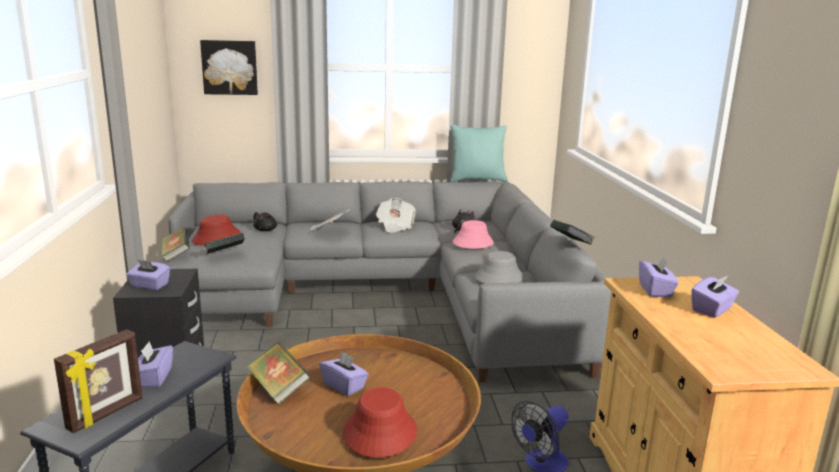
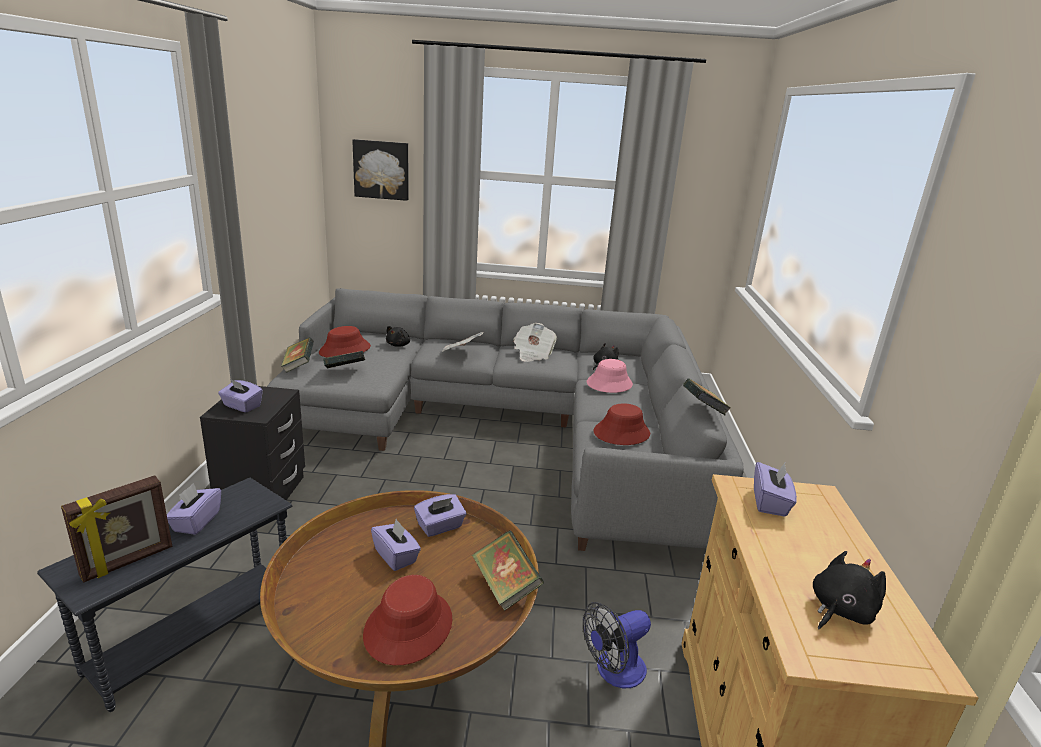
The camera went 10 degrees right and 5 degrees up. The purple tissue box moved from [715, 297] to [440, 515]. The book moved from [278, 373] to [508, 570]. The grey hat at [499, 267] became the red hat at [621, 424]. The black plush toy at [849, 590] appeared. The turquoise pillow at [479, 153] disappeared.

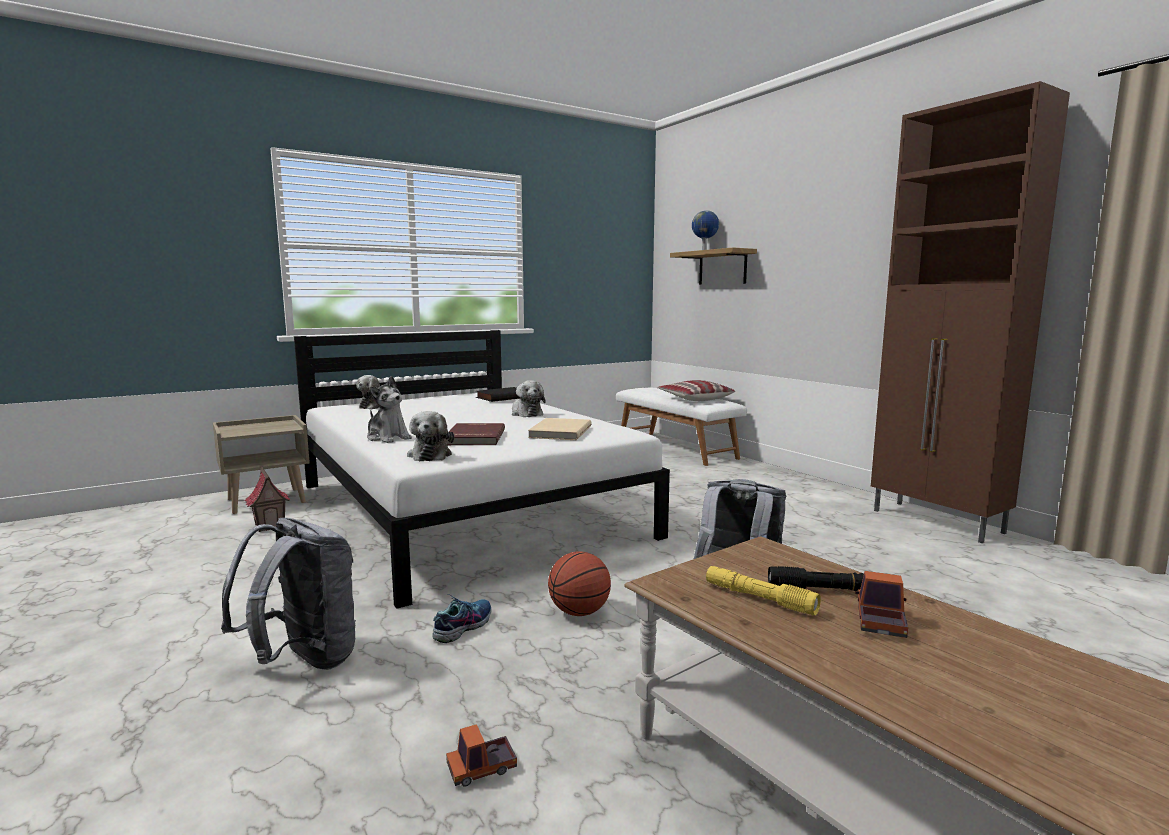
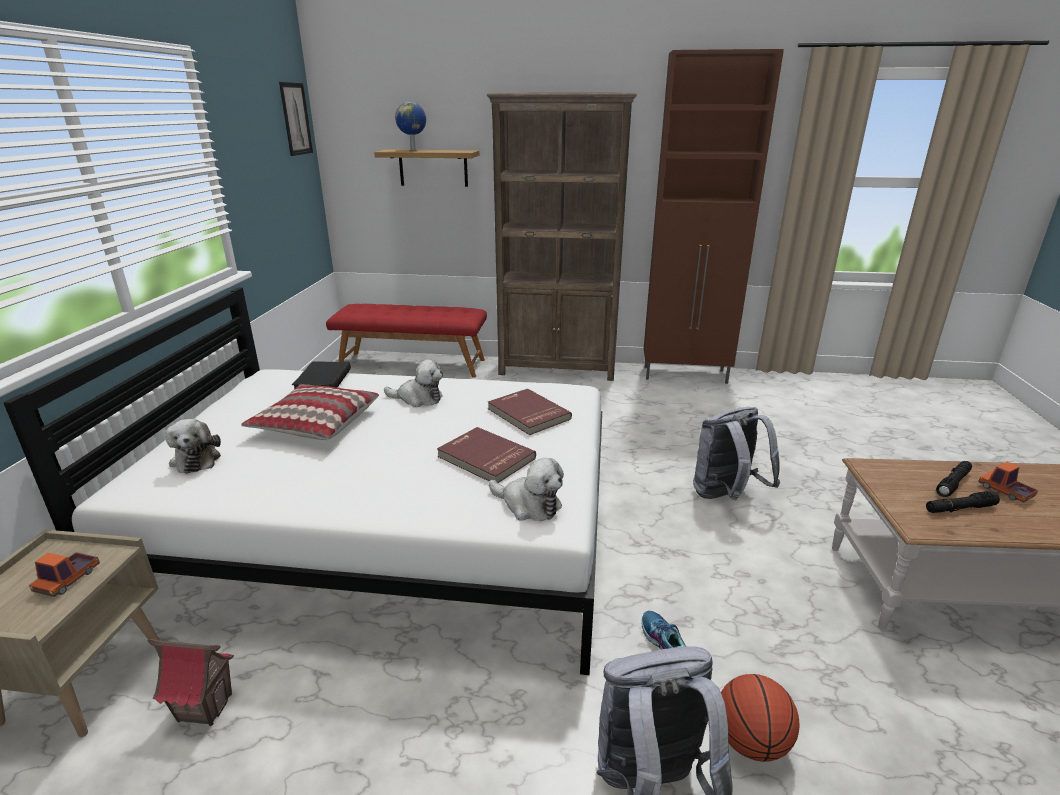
The camera went 50 degrees left and 15 degrees up. The toy truck moved from [481, 755] to [64, 574]. The pillow moved from [696, 390] to [310, 412]. The picture at [296, 119] appeared. The white bench at [681, 427] became the red bench at [406, 341]. The brown bookcase at [562, 236] appeared. The beige book at [560, 429] became the red book at [530, 412]. The basketball moved from [579, 583] to [760, 718]. The yellow flashlight at [763, 590] became the black flashlight at [963, 502]. The plush toy at [389, 409] disappeared.

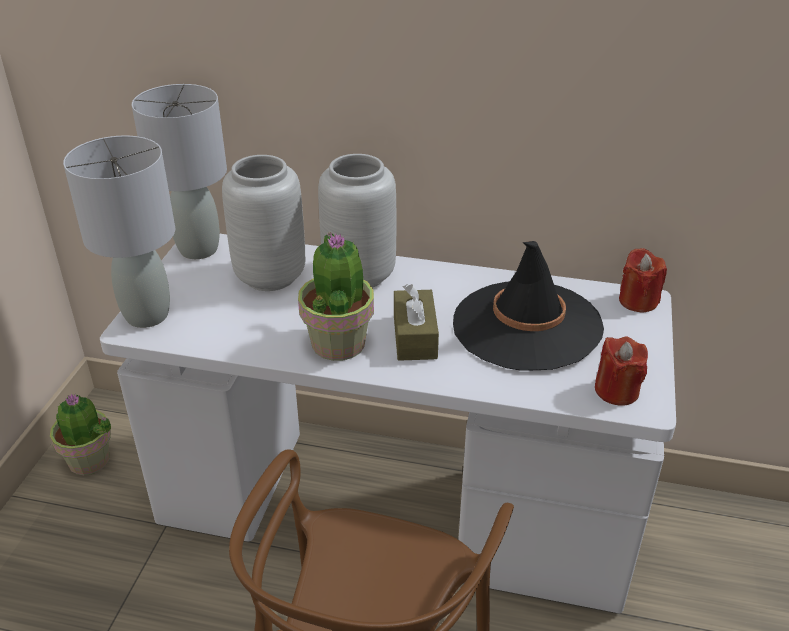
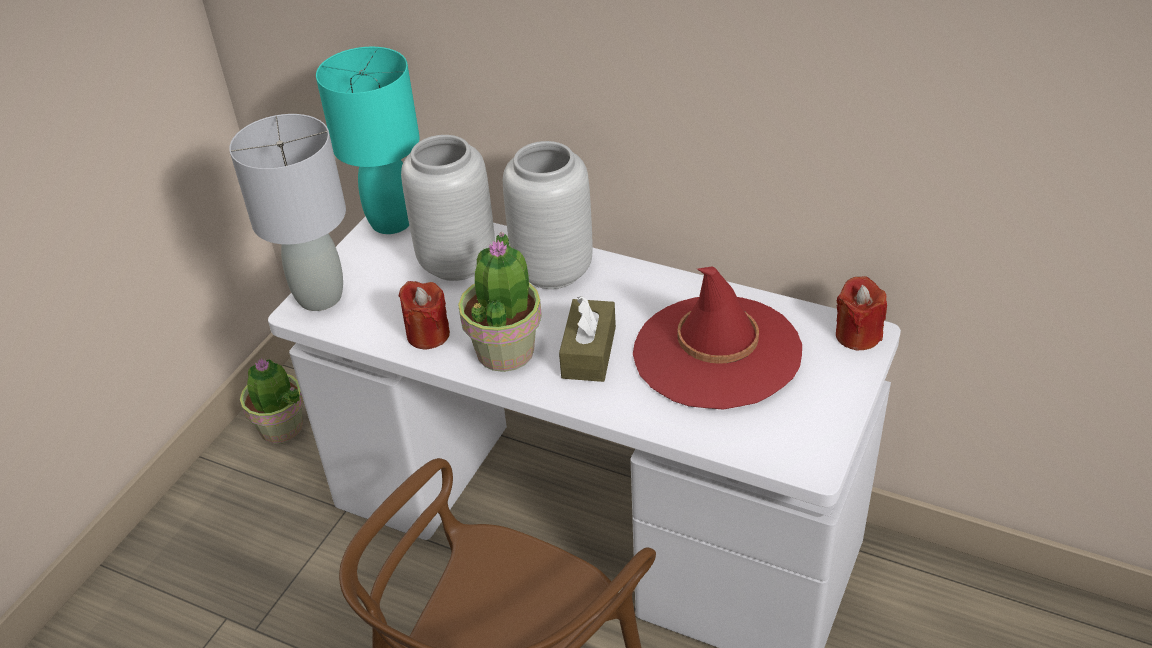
The camera went 15 degrees right and 5 degrees up. The grey table lamp at [179, 171] became the turquoise table lamp at [368, 140]. The red candle moved from [621, 371] to [424, 315]. The black hat at [528, 306] became the red hat at [717, 338].

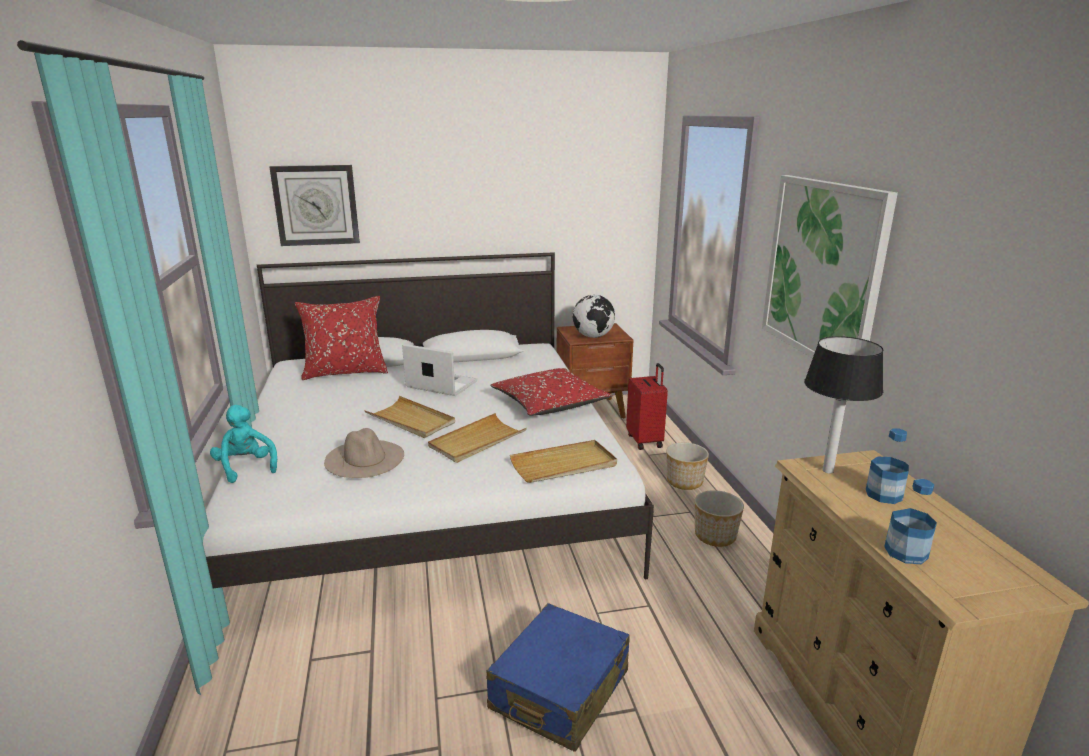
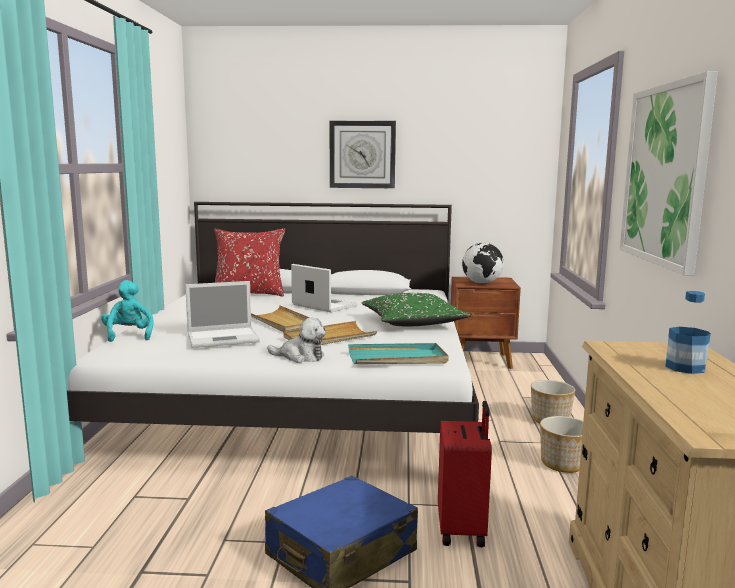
The camera went 15 degrees right and 10 degrees down. The beige hat at [364, 453] was replaced by the laptop at [222, 314]. The plush toy at [296, 340] appeared. The wall clock moved from [314, 205] to [363, 154]. The beige tray at [563, 461] became the turquoise tray at [398, 353]. The red pillow at [551, 392] became the green pillow at [416, 309]. The red suitcase moved from [647, 406] to [465, 474]. The table lamp at [843, 404] disappeared. The bottle at [910, 521] disappeared.

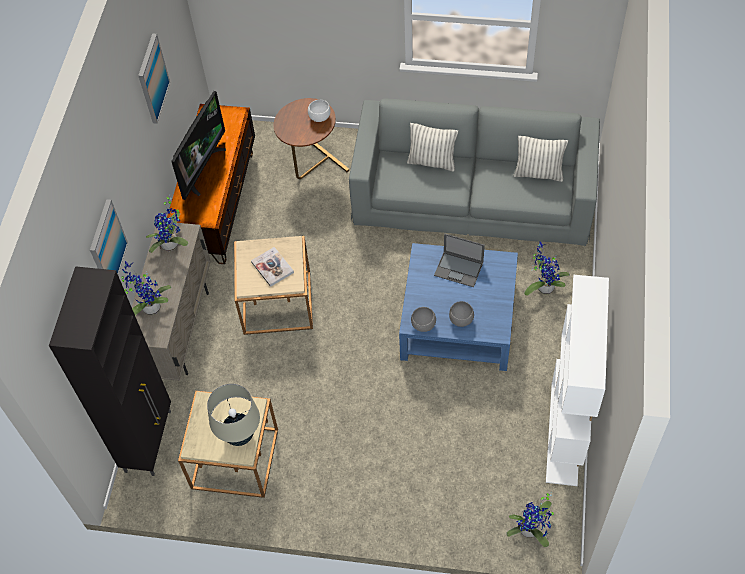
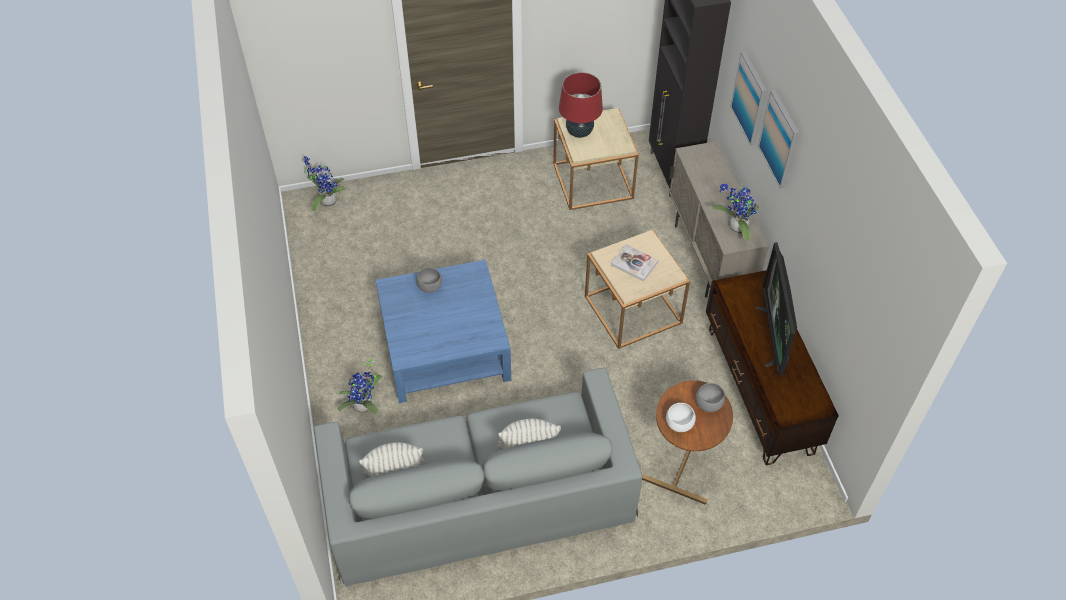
The camera went 155 degrees right and 5 degrees down. The beige table lamp at [233, 415] became the red table lamp at [581, 105]. The grey bowl moved from [423, 319] to [710, 397]. The picture moved from [154, 78] to [778, 139]. The potted plant at [146, 288] disappeared. The laptop at [459, 260] disappeared. The white bookcase at [577, 380] disappeared.

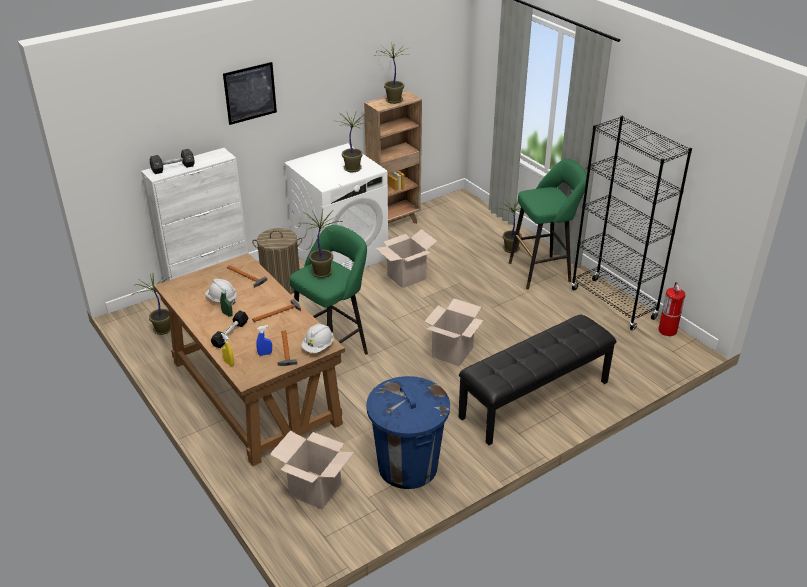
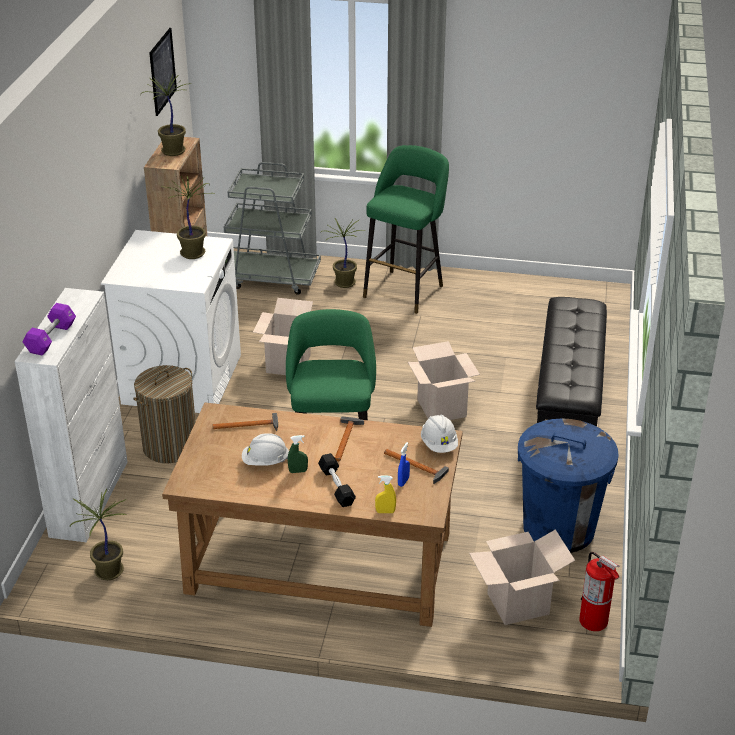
The camera went 45 degrees left and 0 degrees up. The black dumbbell at [172, 161] became the purple dumbbell at [49, 329]. The picture moved from [250, 93] to [163, 72]. The grey cart at [272, 228] appeared. The fire extinguisher moved from [671, 309] to [599, 591]. The potted plant at [322, 244] disappeared. The black bookcase at [631, 223] disappeared.

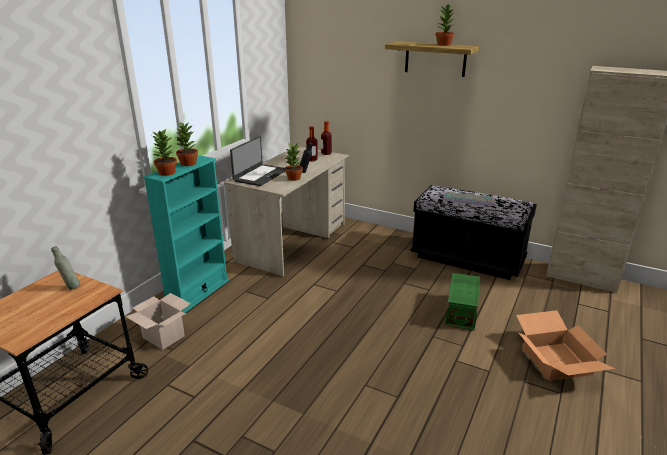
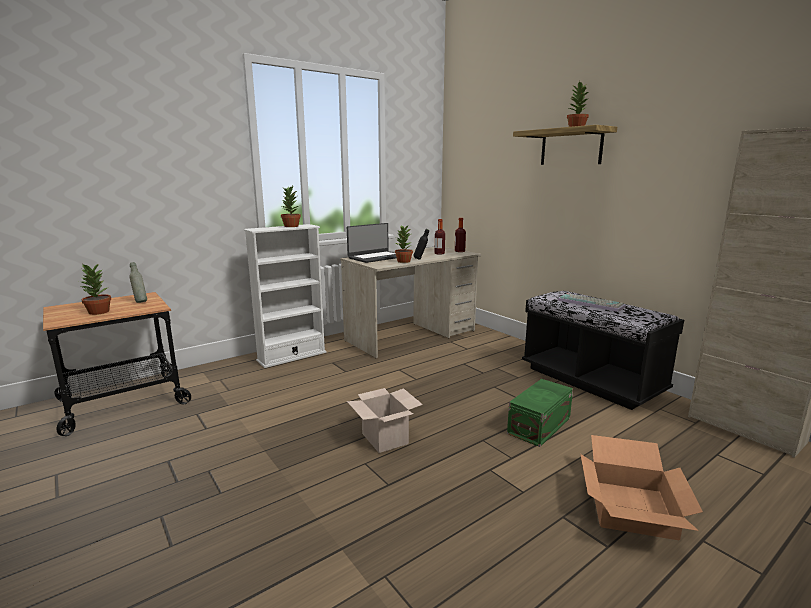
The camera went 25 degrees right and 10 degrees down. The potted plant moved from [164, 152] to [96, 289]. The turquoise bookcase at [186, 234] became the white bookcase at [285, 296]. The cardboard box moved from [158, 321] to [385, 420].

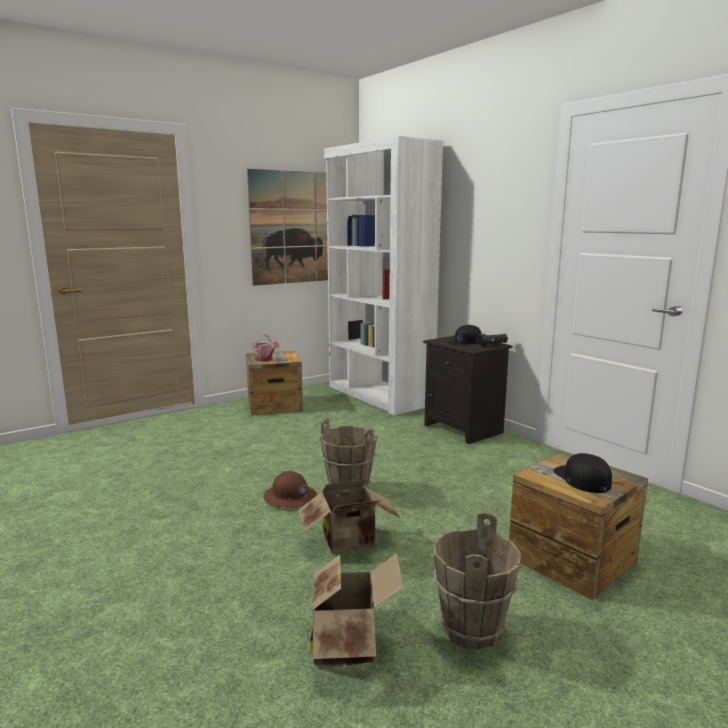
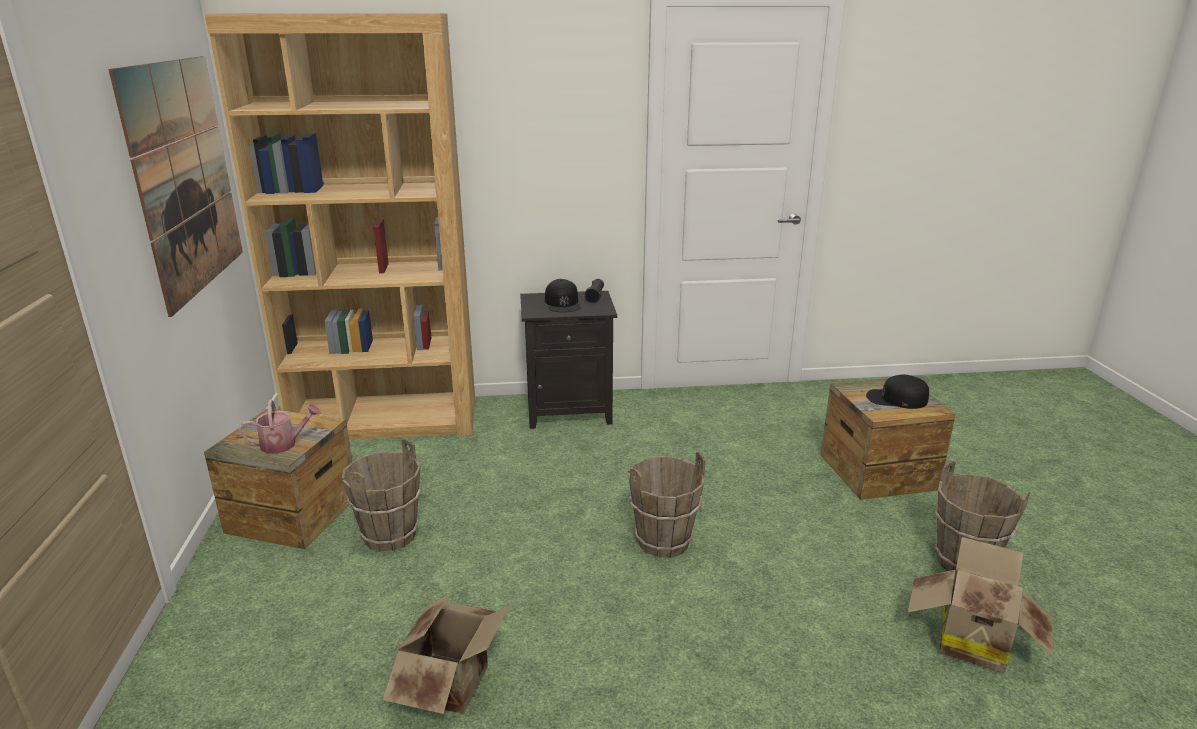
The camera went 60 degrees left and 10 degrees up. The white bookcase at [383, 275] became the brown bookcase at [339, 226]. The brown bucket at [382, 495] appeared. The cardboard box moved from [349, 516] to [447, 653]. The brown hard hat at [290, 489] disappeared.

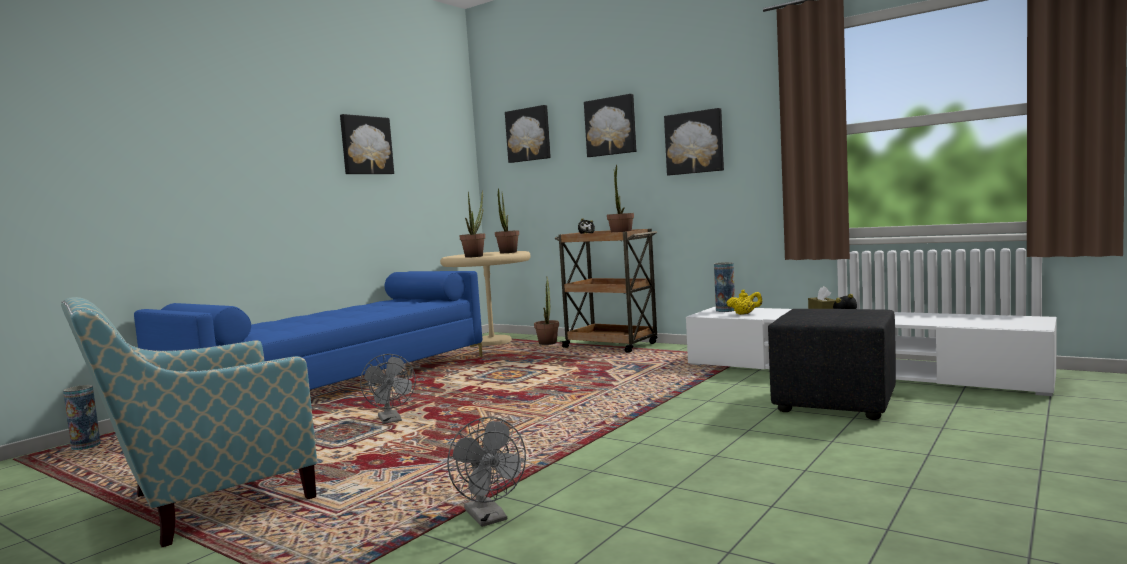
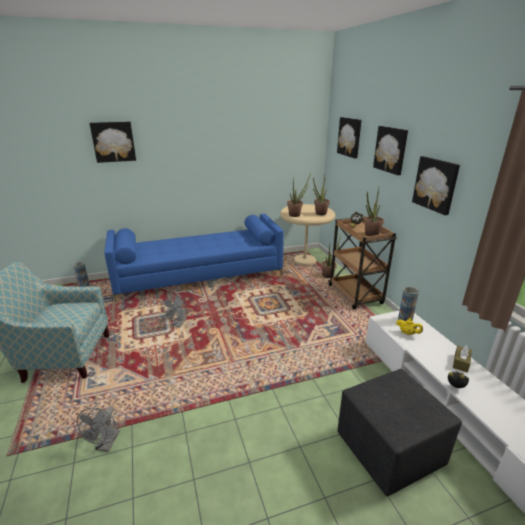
The camera went 35 degrees right and 20 degrees up. The picture moved from [367, 144] to [112, 142].

